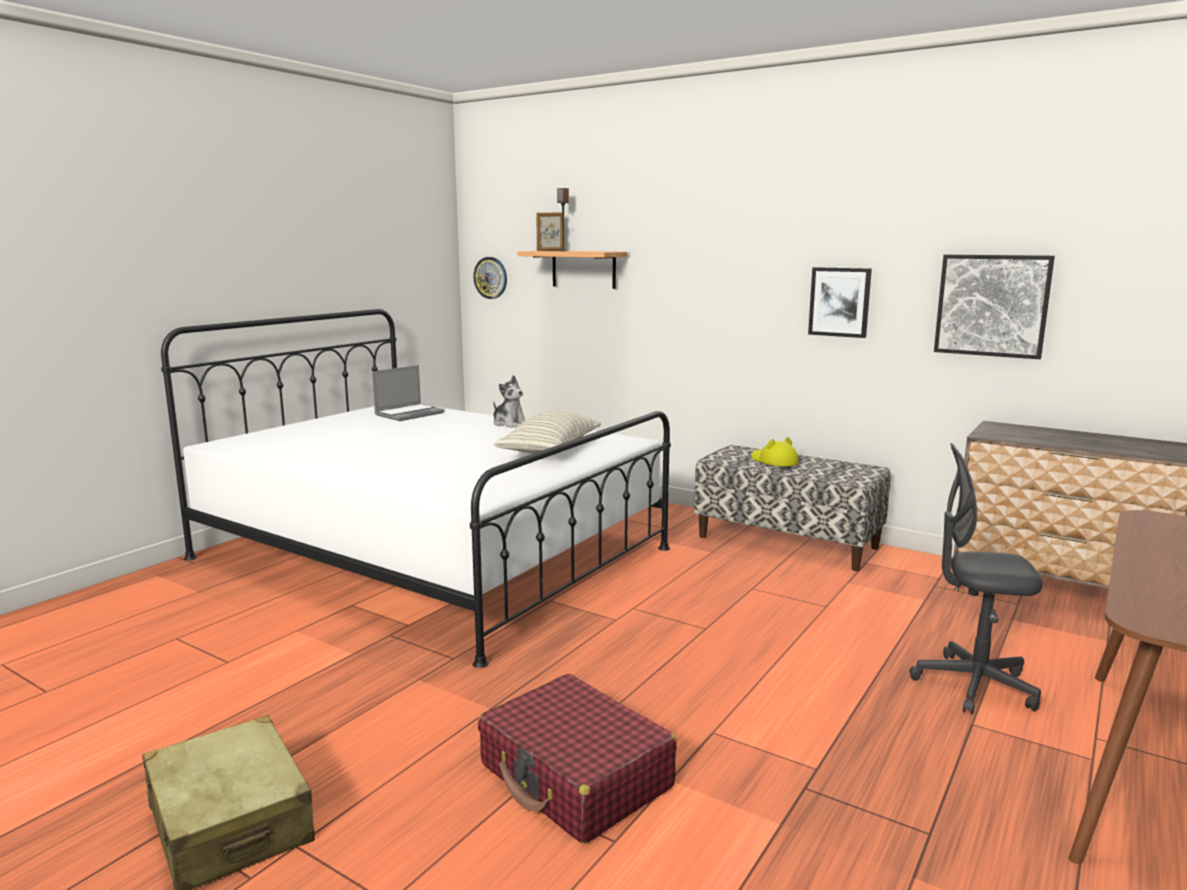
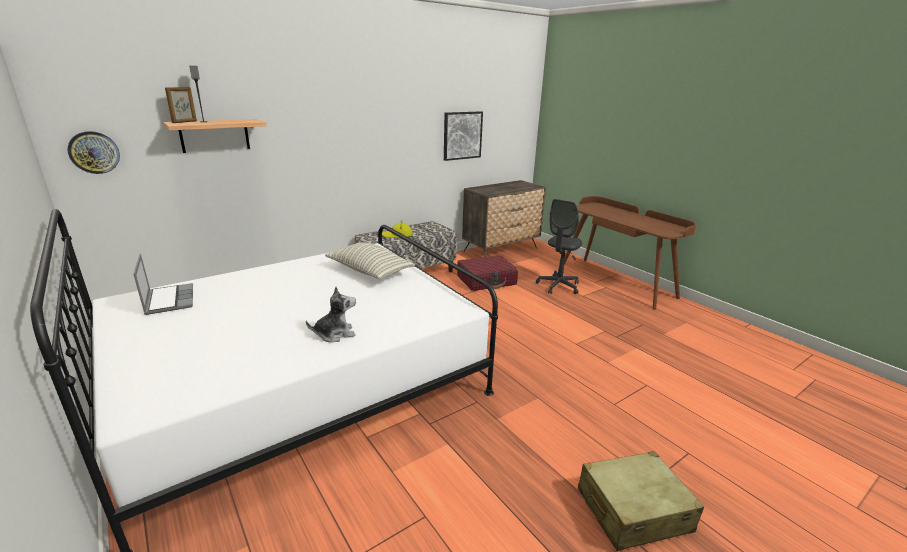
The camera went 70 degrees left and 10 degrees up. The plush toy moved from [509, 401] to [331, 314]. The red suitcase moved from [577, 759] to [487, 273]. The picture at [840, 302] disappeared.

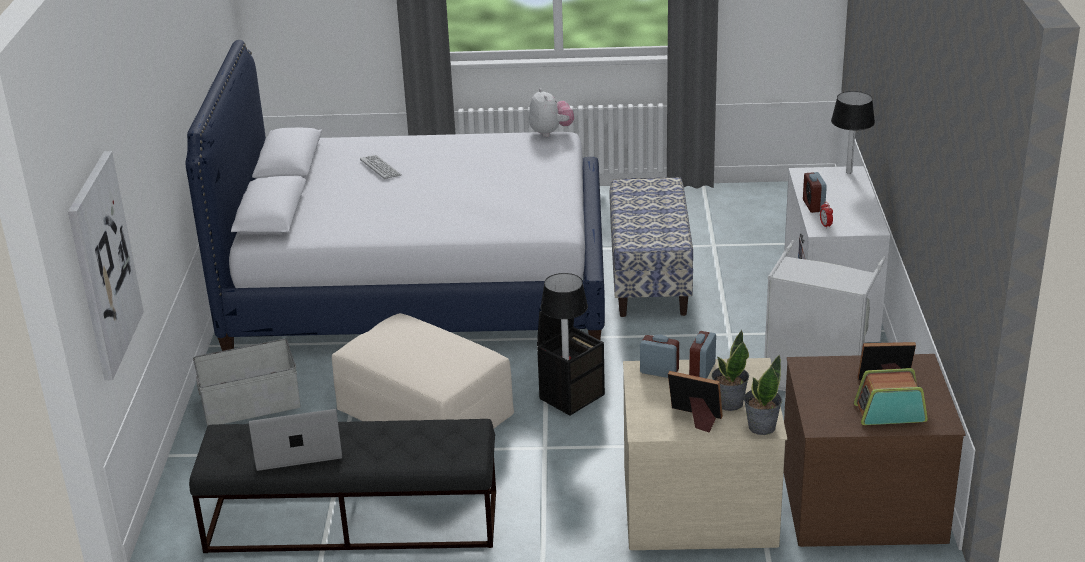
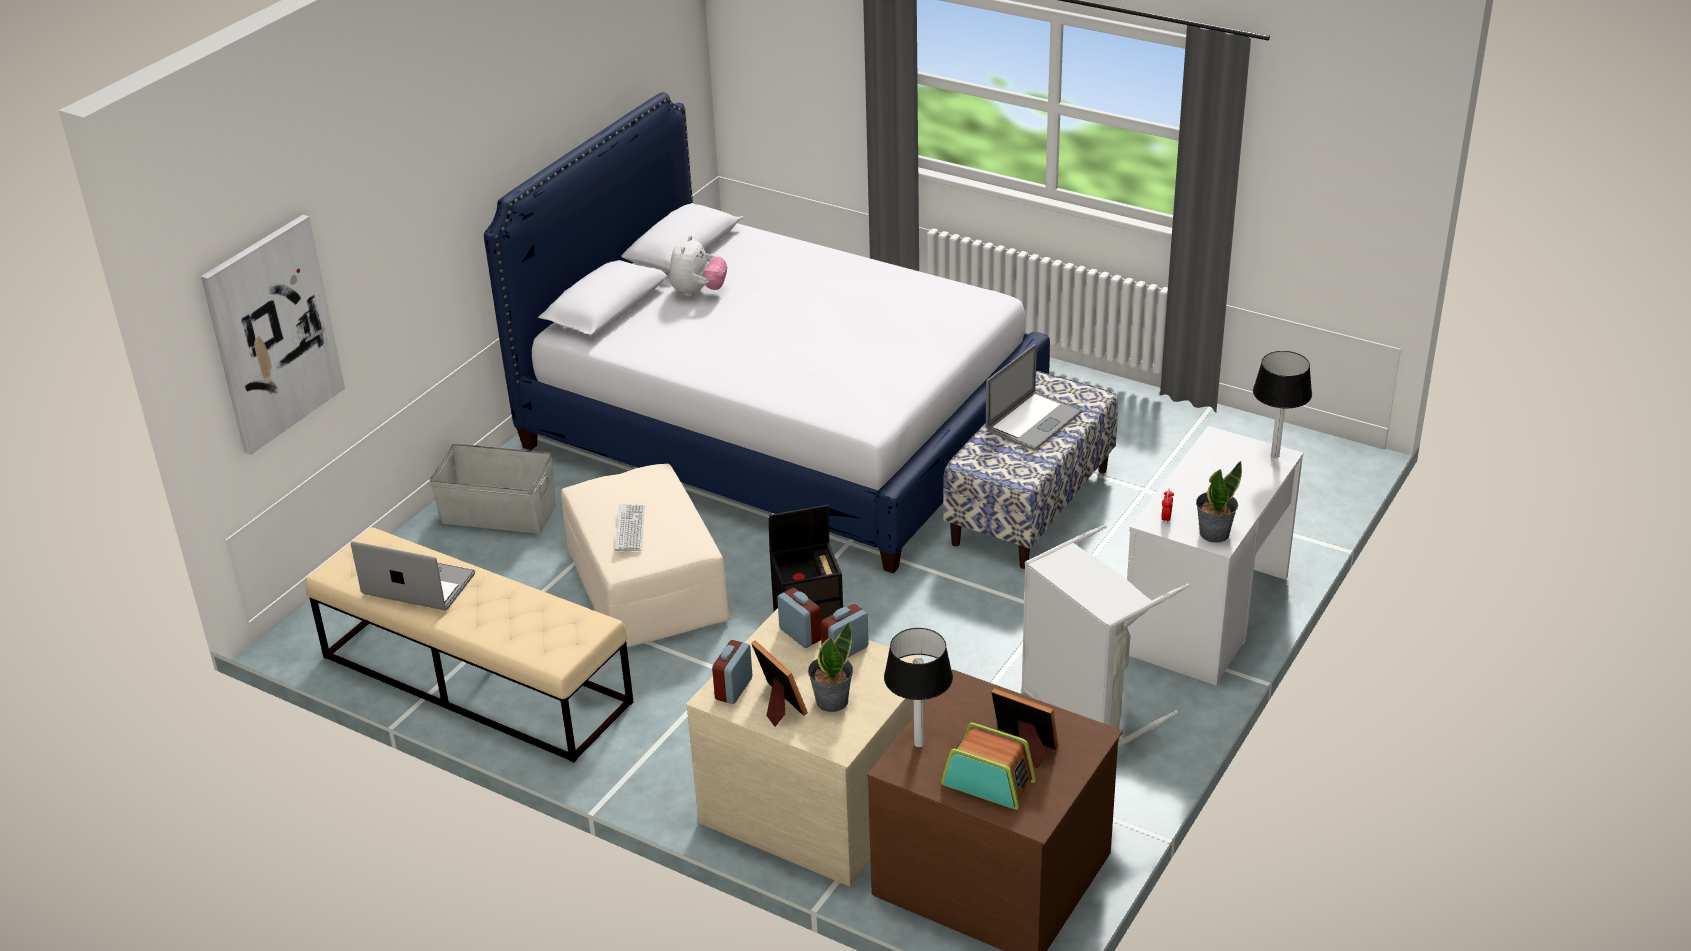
The camera went 30 degrees right and 5 degrees up. The black bench at [342, 486] became the beige bench at [469, 645]. The keyboard moved from [381, 167] to [630, 527]. The plush toy moved from [551, 112] to [698, 266]. The alarm clock moved from [815, 192] to [732, 672]. The table lamp moved from [564, 316] to [918, 687]. The laptop at [1034, 397] appeared. The potted plant moved from [763, 394] to [1219, 502].

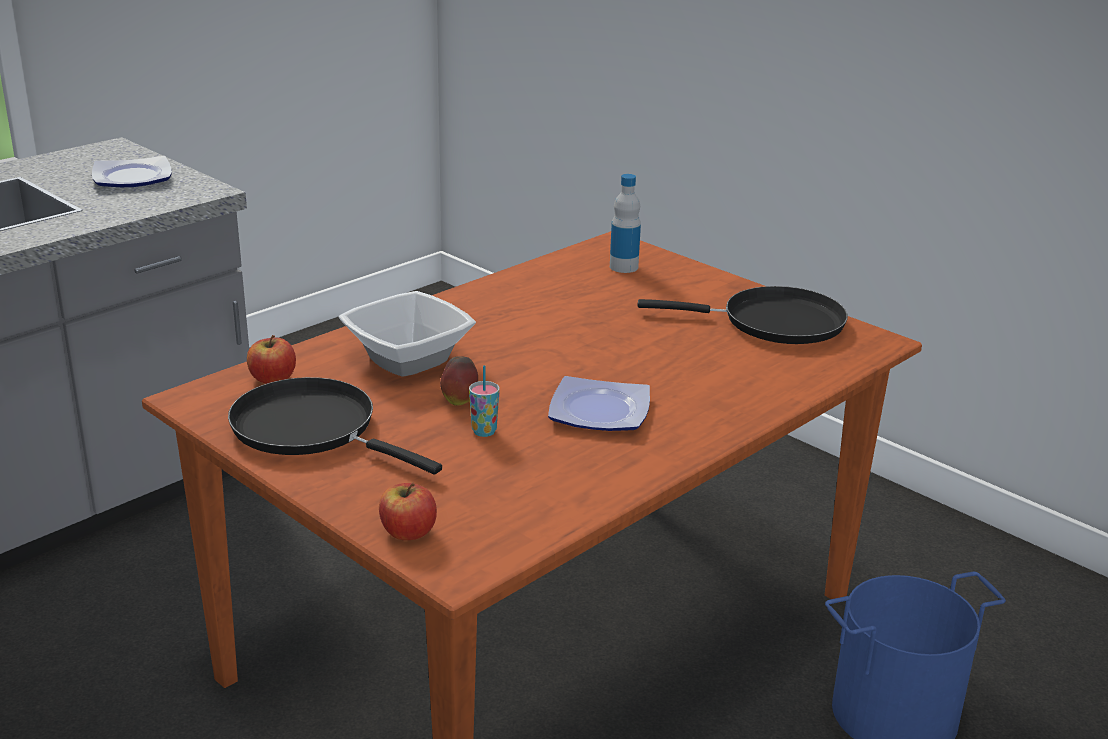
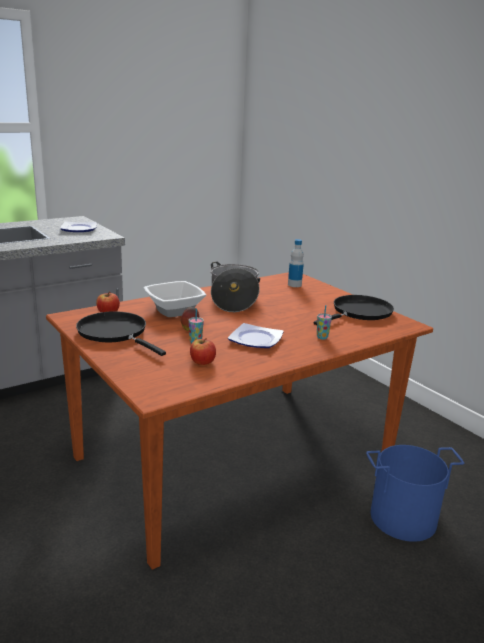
The camera went 10 degrees right and 5 degrees down. The apple moved from [408, 511] to [203, 351]. The cooking pot at [235, 287] appeared. The black frying pan at [742, 315] turned 60 degrees counterclockwise. The cup at [324, 322] appeared.

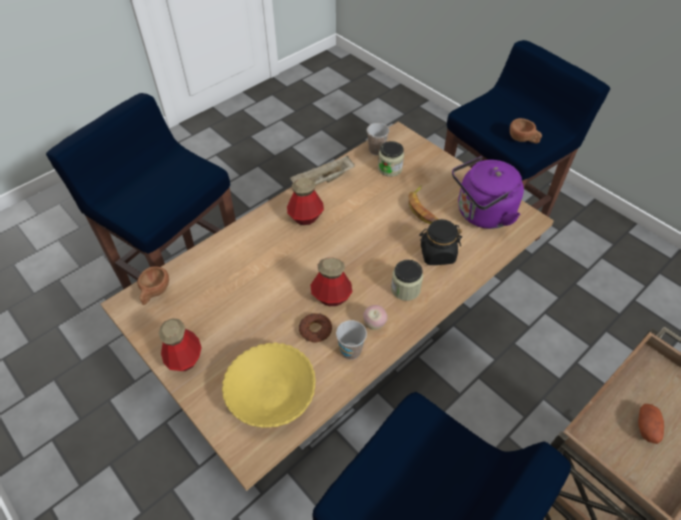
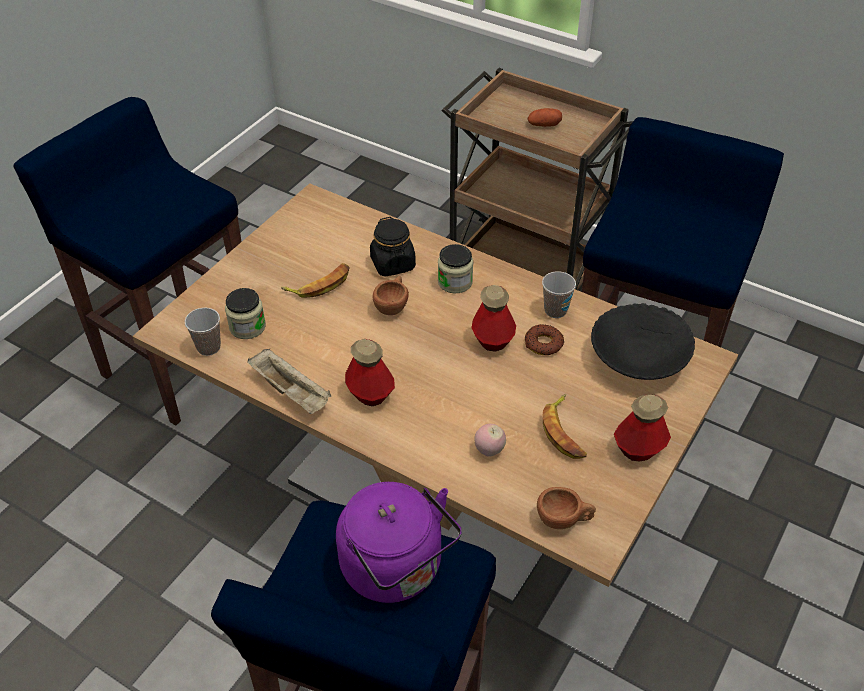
The camera went 105 degrees left and 5 degrees down. The purple kettle moved from [488, 192] to [399, 542]. The brown cup moved from [526, 130] to [391, 295]. The apple moved from [375, 317] to [490, 440]. The banana at [564, 426] appeared. The yellow bowl at [269, 385] became the black bowl at [643, 341].

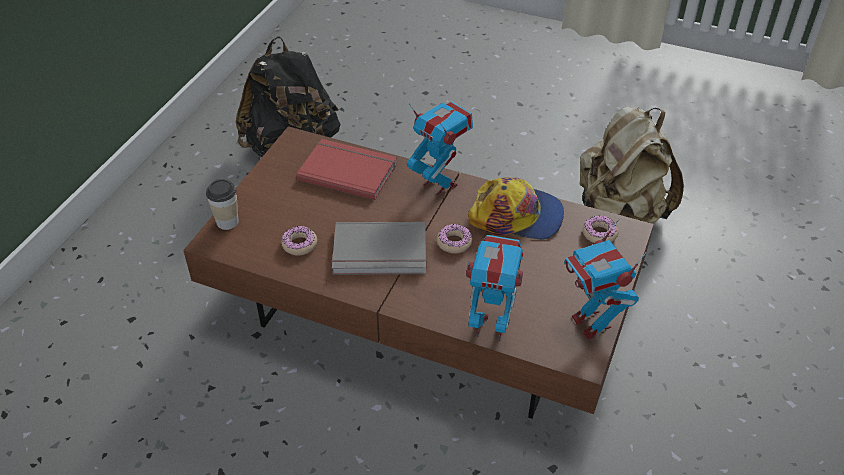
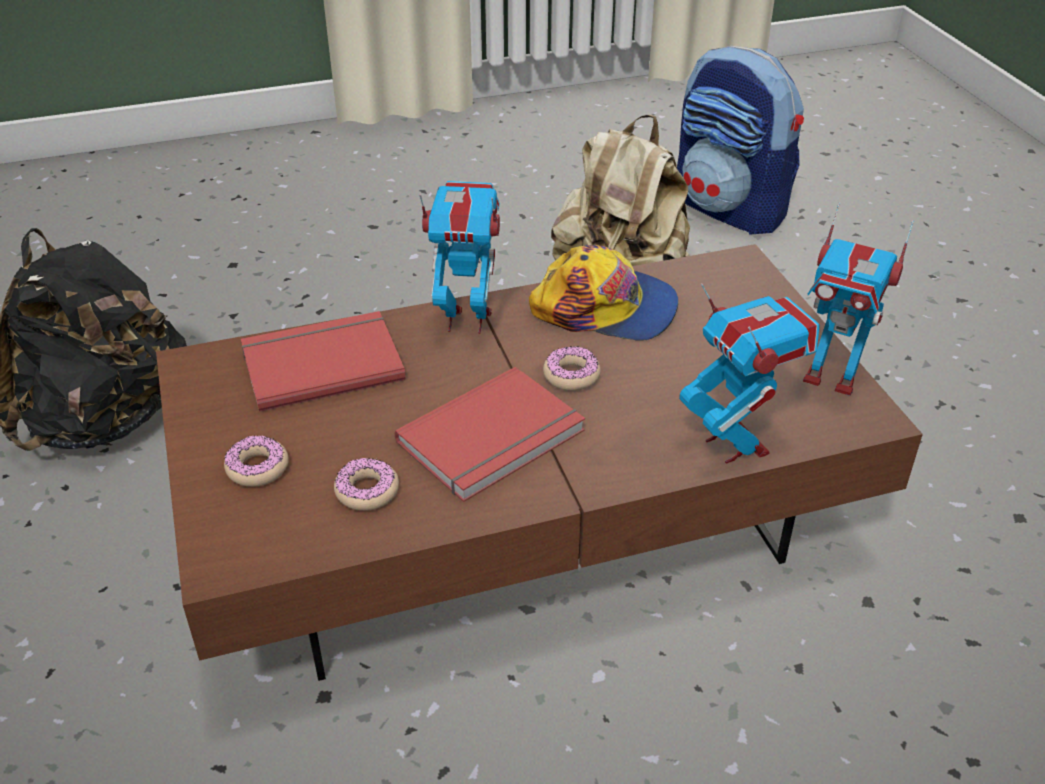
The camera went 40 degrees left and 5 degrees down. The donut moved from [600, 229] to [256, 461]. The grey book at [379, 248] became the red book at [490, 434]. The cap at [516, 208] turned 45 degrees clockwise. The backpack at [740, 140] appeared. The toy robot at [495, 288] turned 90 degrees clockwise. The cup at [222, 204] disappeared.

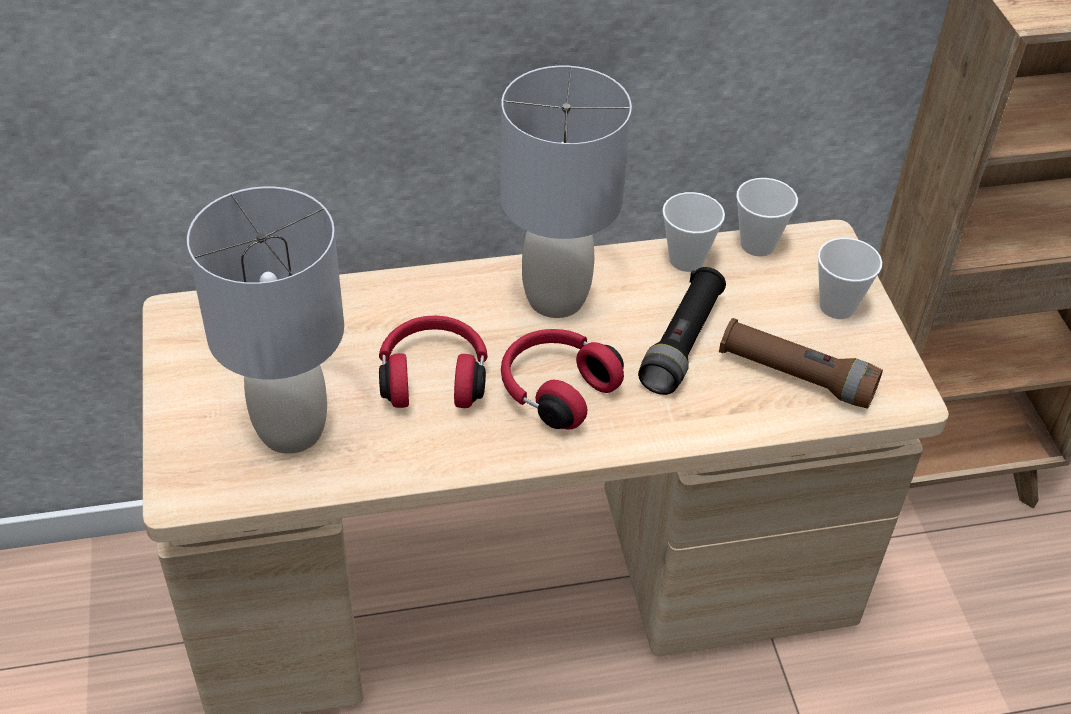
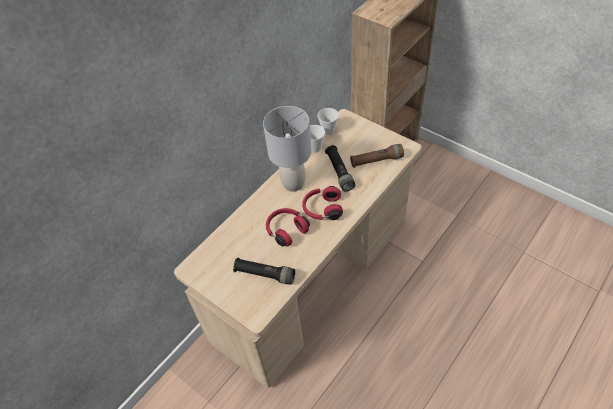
The camera went 35 degrees left and 5 degrees up. The grey table lamp at [265, 320] was replaced by the black flashlight at [264, 271]. The cup at [850, 278] disappeared.

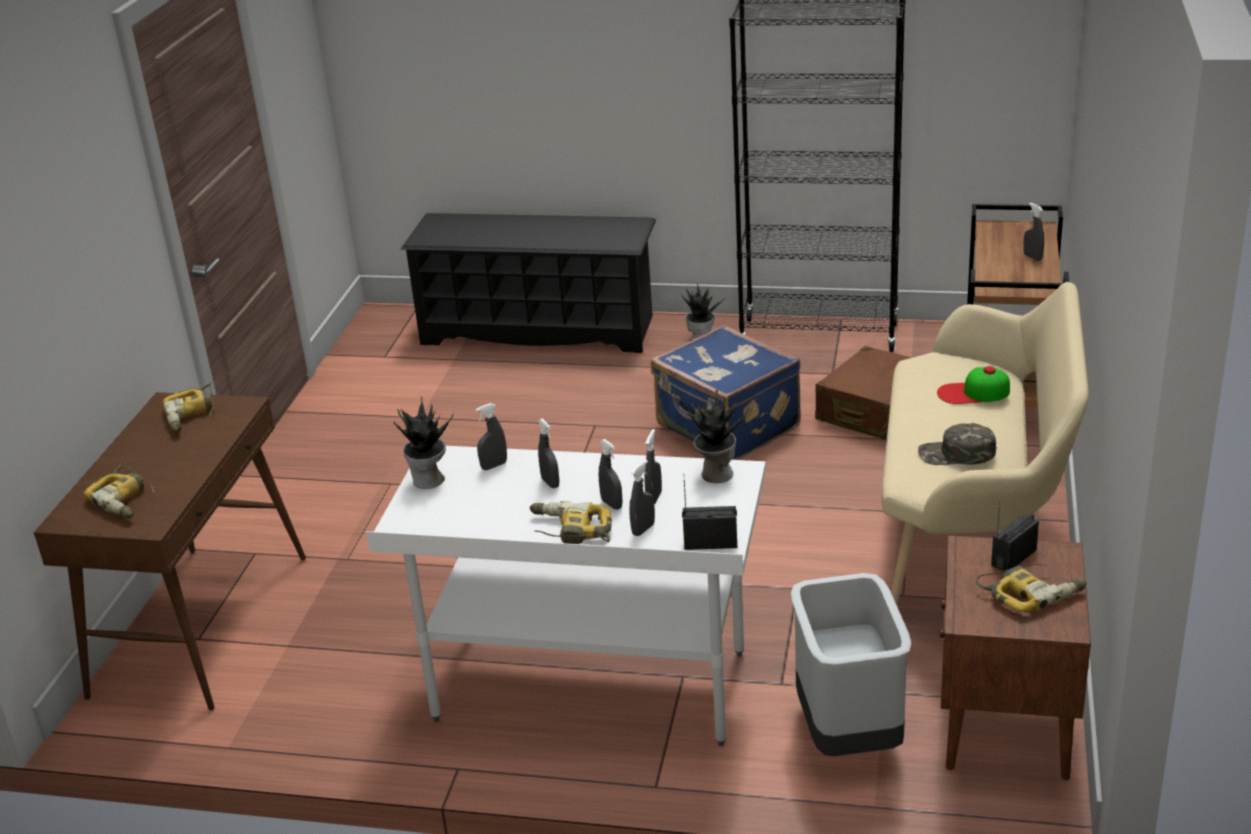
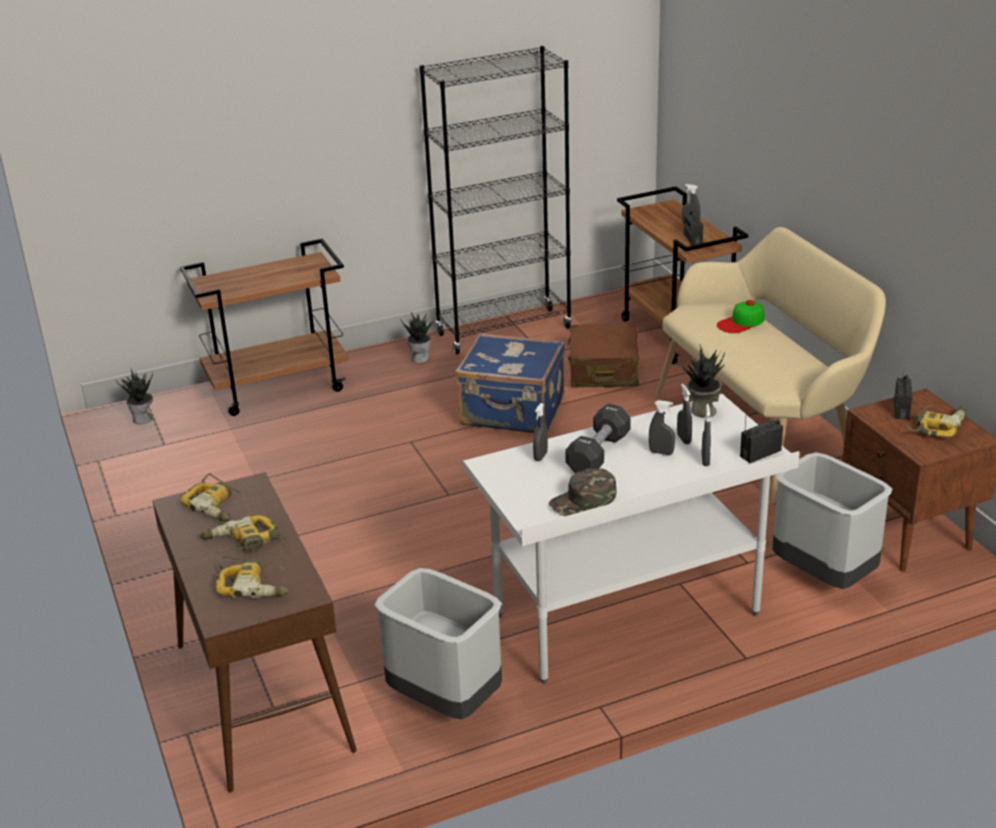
The camera went 35 degrees left and 0 degrees up. The potted plant moved from [423, 442] to [134, 396]. The black shoe rack at [528, 283] was replaced by the brown cart at [264, 327]. The power drill moved from [570, 522] to [243, 534]. The grey trash can at [438, 643] appeared. The green cap moved from [957, 444] to [583, 492]. The grey spray bottle at [548, 453] was replaced by the black dumbbell at [598, 438]. The radio at [693, 224] appeared.

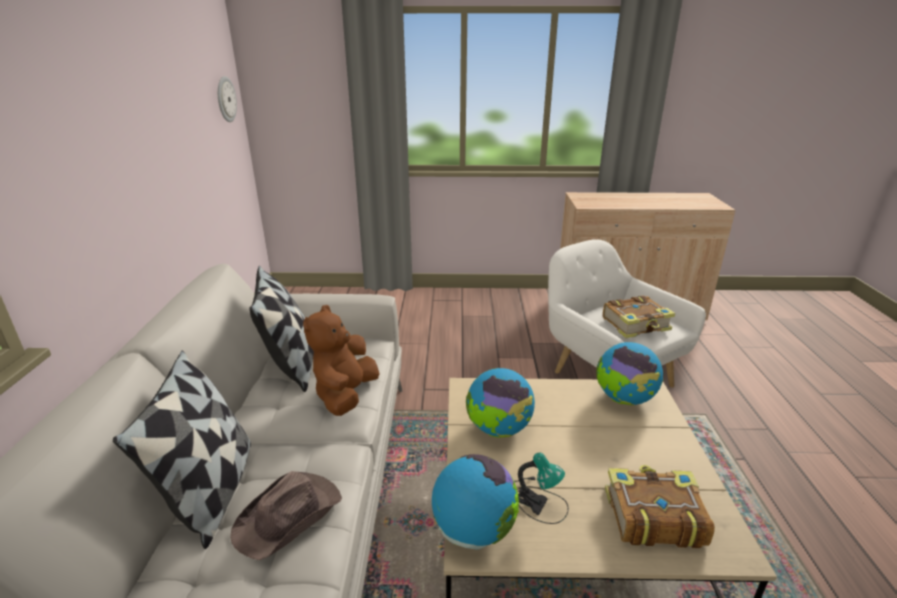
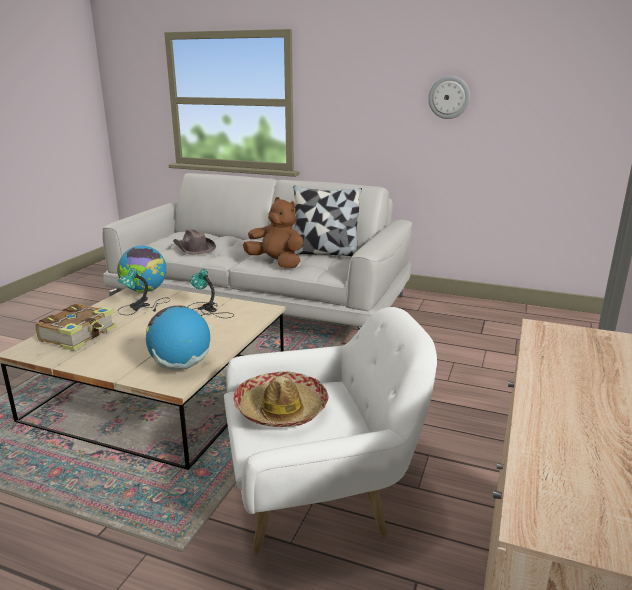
The camera went 110 degrees right and 5 degrees down. The globe at [500, 403] was replaced by the table lamp at [210, 293]. The book at [639, 316] was replaced by the hat at [281, 399]. The wall clock moved from [227, 99] to [449, 97]. The pillow at [182, 449] disappeared.

